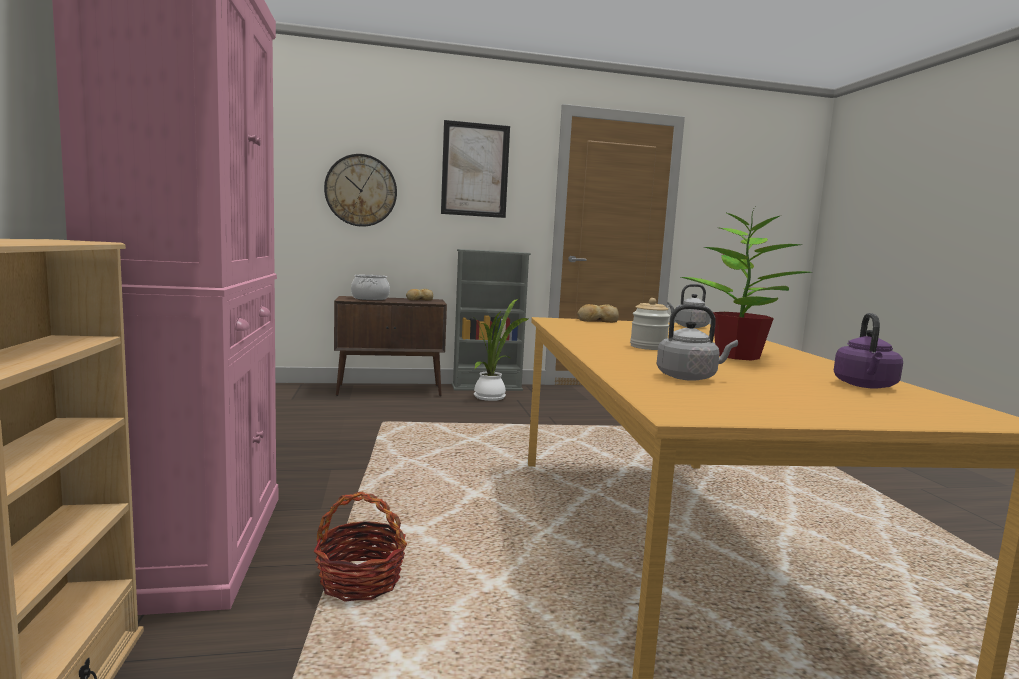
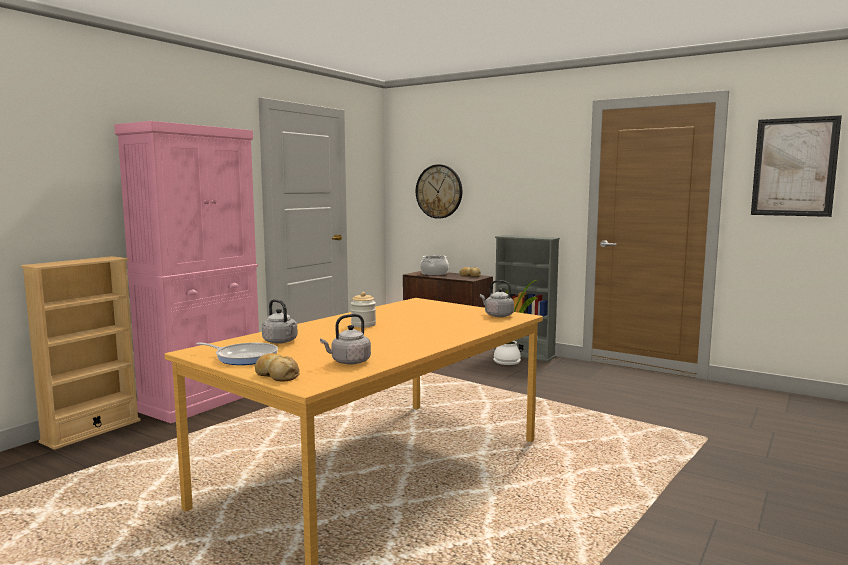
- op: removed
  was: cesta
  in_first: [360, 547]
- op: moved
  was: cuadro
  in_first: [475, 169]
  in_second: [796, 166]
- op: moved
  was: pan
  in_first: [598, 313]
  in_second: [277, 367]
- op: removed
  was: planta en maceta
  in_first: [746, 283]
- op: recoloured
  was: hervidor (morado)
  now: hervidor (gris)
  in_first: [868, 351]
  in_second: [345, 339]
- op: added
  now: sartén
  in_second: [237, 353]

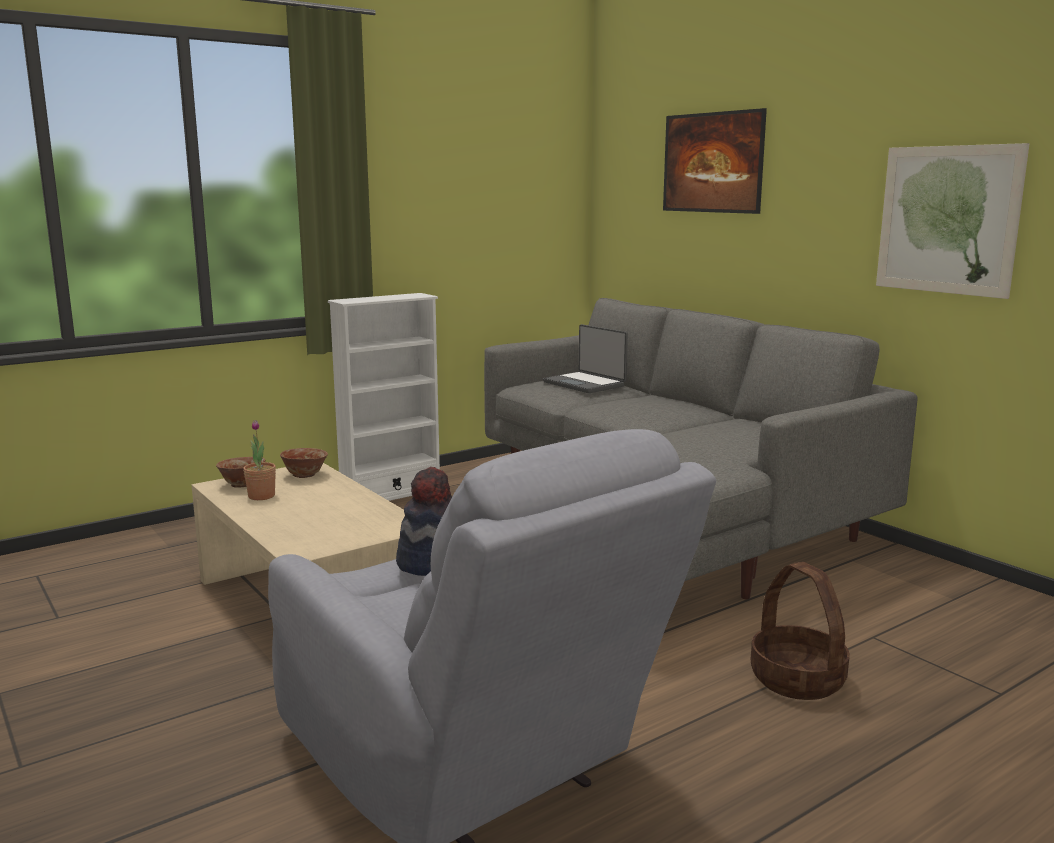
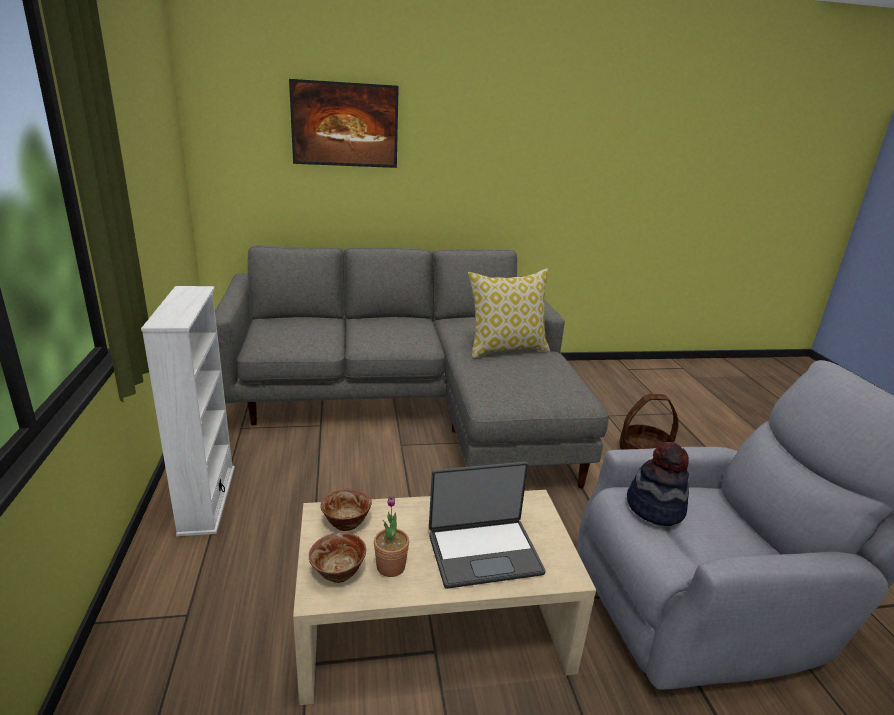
- op: moved
  was: portátil
  in_first: [585, 358]
  in_second: [487, 525]
- op: removed
  was: cuadro
  in_first: [952, 221]
- op: added
  now: cojín
  in_second: [509, 313]

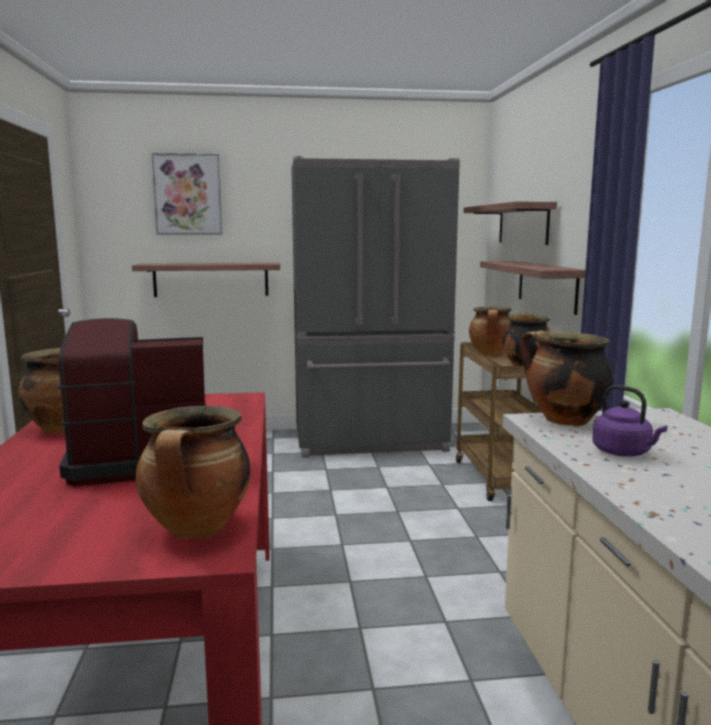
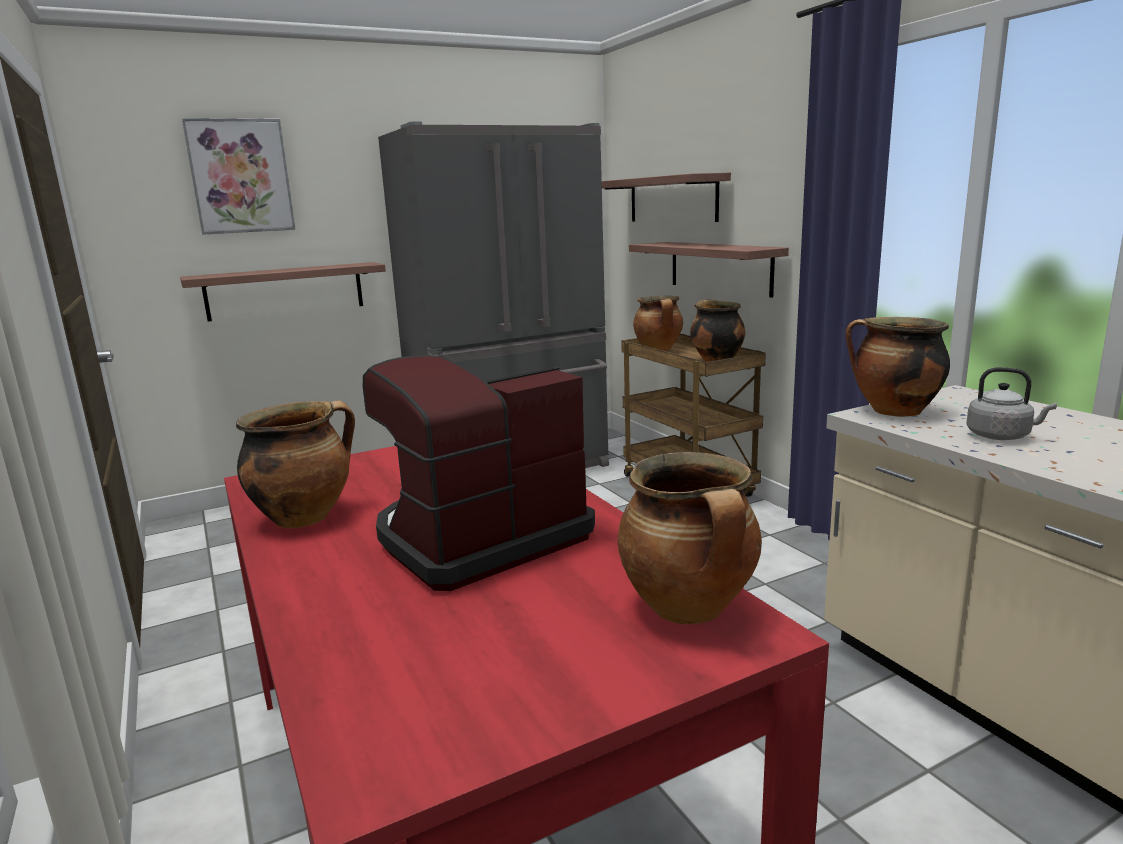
- op: recoloured
  was: hervidor (morado)
  now: hervidor (gris)
  in_first: [629, 420]
  in_second: [1011, 403]

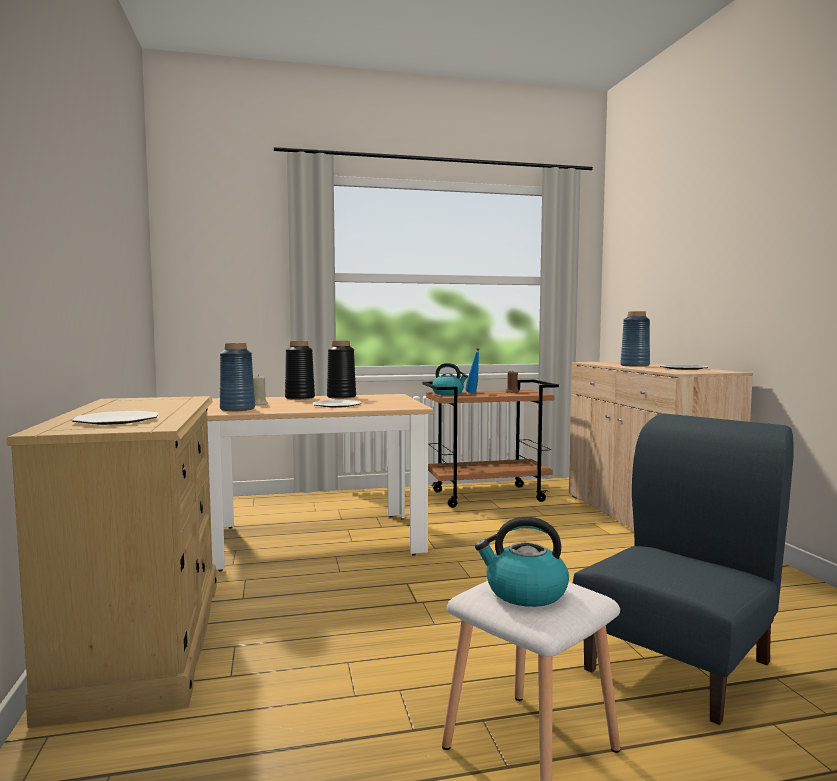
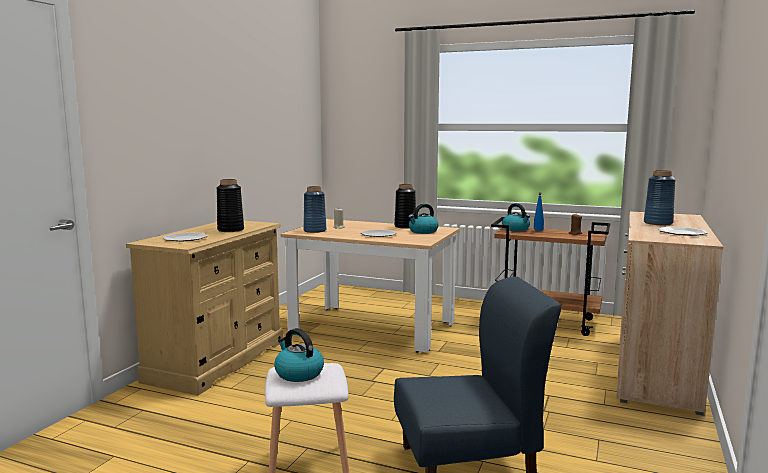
- op: moved
  was: florero (negro)
  in_first: [300, 370]
  in_second: [230, 205]
- op: added
  now: hervidor
  in_second: [423, 219]

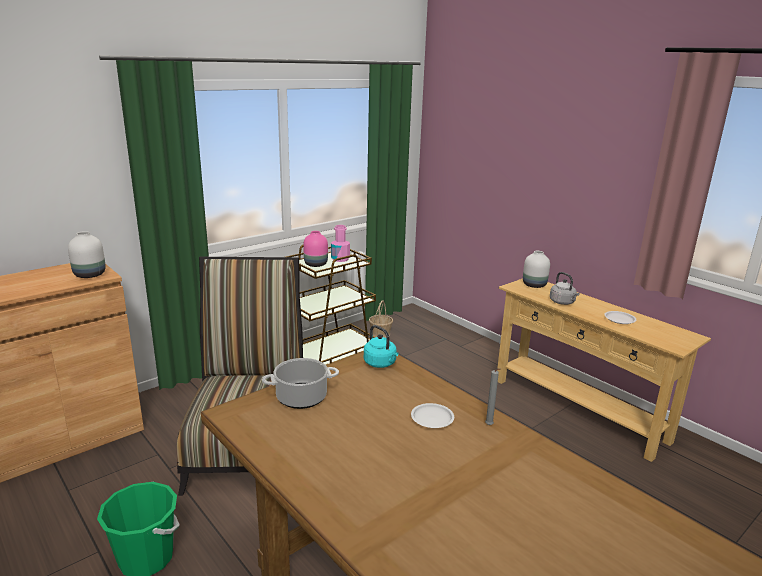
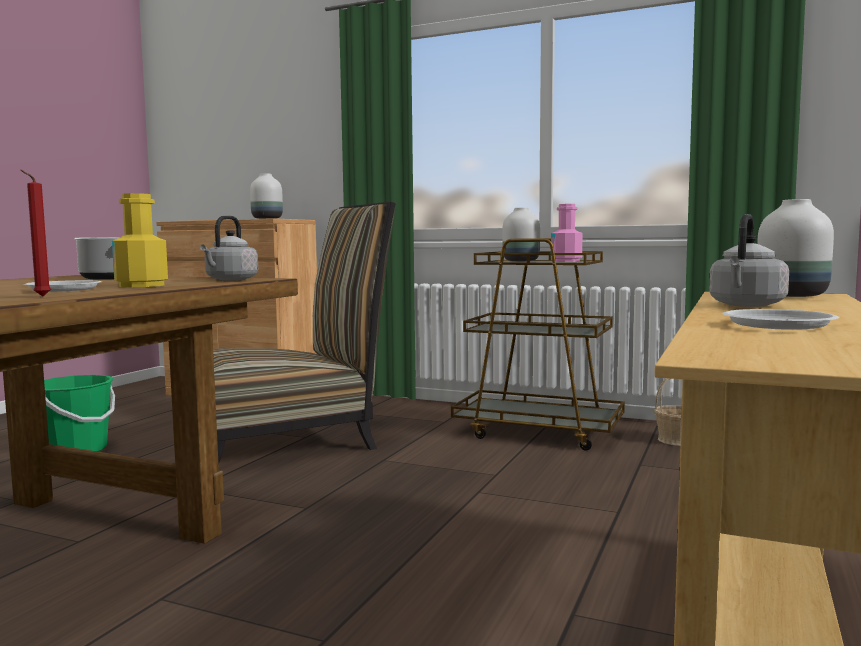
- op: recoloured
  was: florero (rosa)
  now: florero (blanco)
  in_first: [315, 249]
  in_second: [521, 234]
- op: recoloured
  was: hervidor (turquesa)
  now: hervidor (gris)
  in_first: [381, 346]
  in_second: [229, 248]
- op: recoloured
  was: vela (gris)
  now: vela (rojo)
  in_first: [493, 396]
  in_second: [35, 233]
- op: added
  now: botella (amarillo)
  in_second: [140, 240]

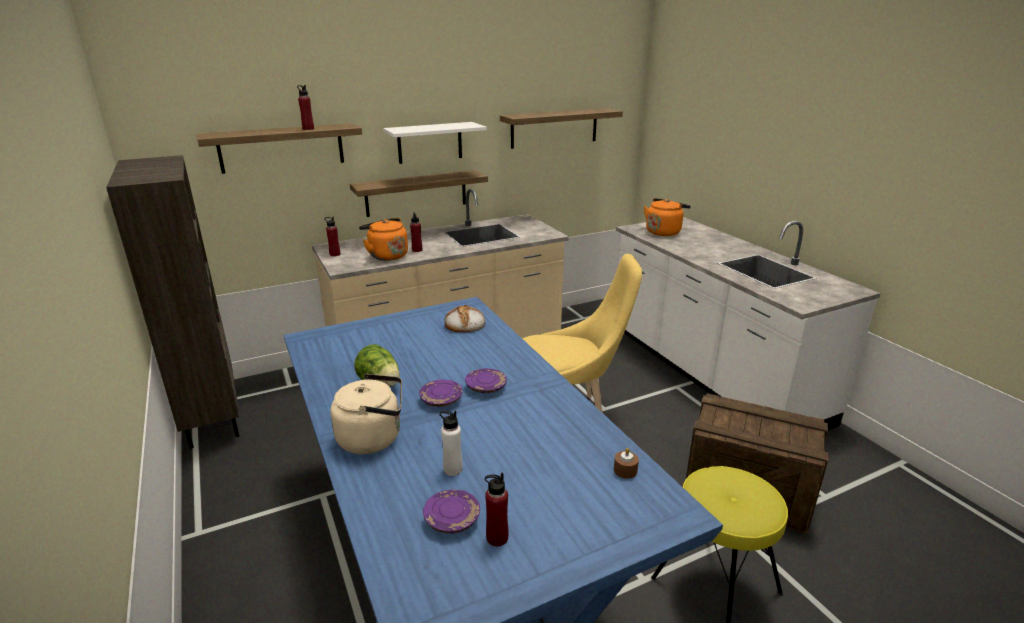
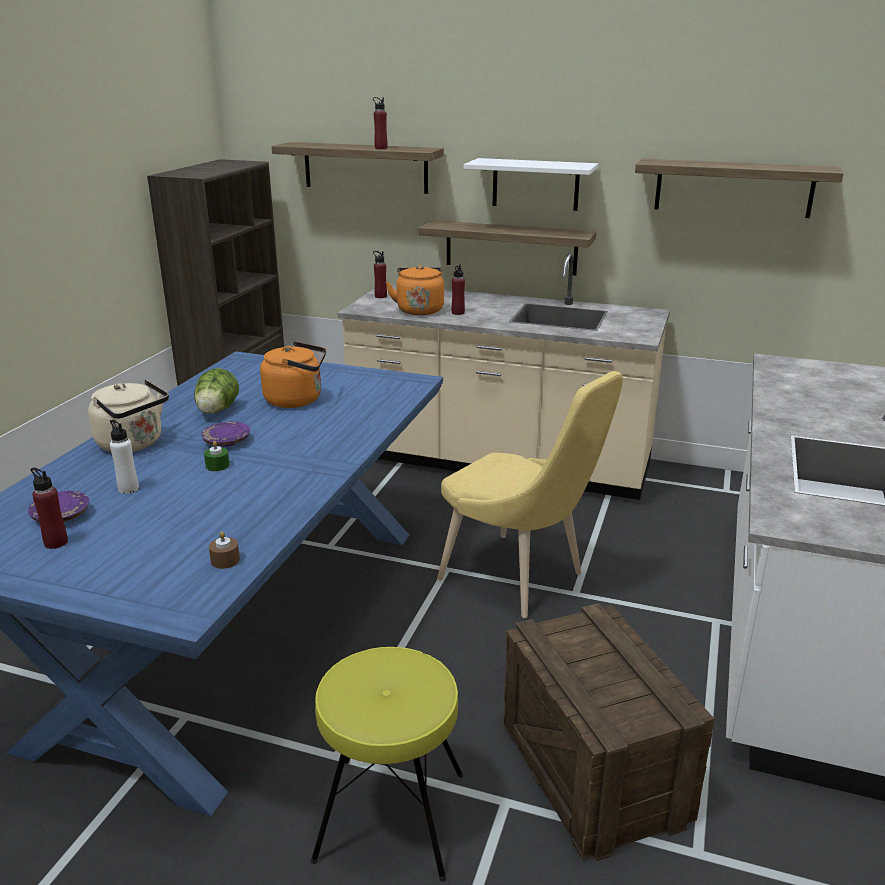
- op: removed
  was: pan
  in_first: [464, 318]
- op: removed
  was: plato (morado)
  in_first: [486, 380]
- op: moved
  was: hervidor (naranja)
  in_first: [667, 217]
  in_second: [293, 374]
- op: added
  now: vela (verde)
  in_second: [217, 456]

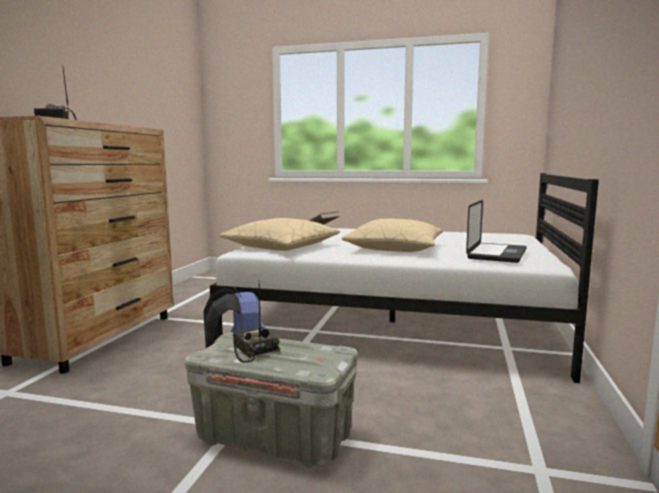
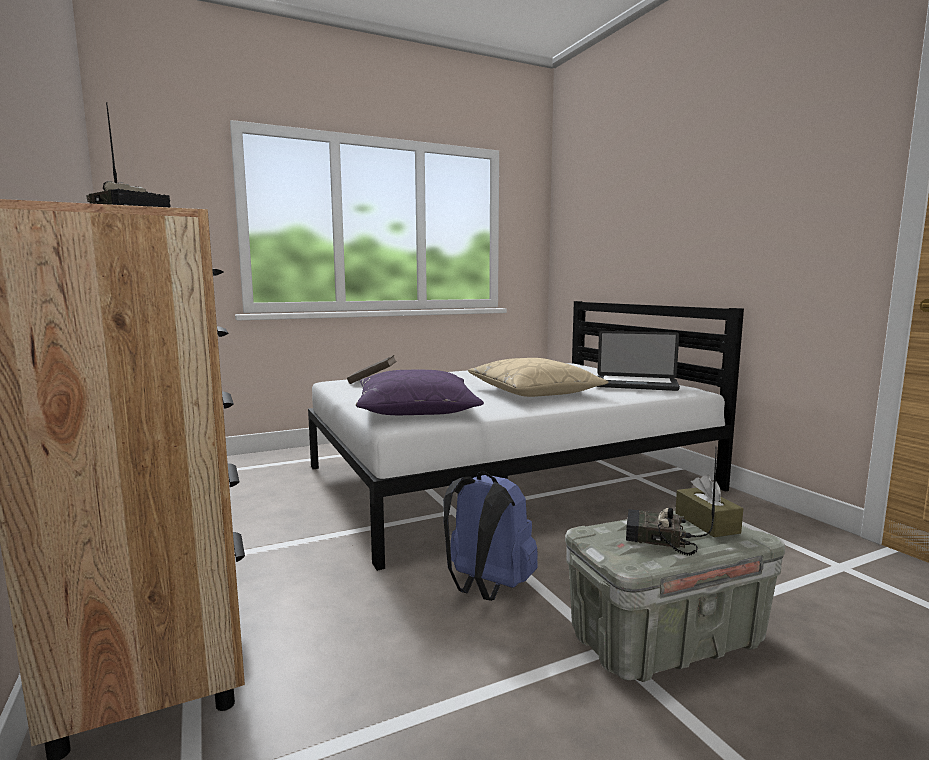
- op: recoloured
  was: cojín (beis)
  now: cojín (morado)
  in_first: [279, 234]
  in_second: [420, 392]
- op: turned
  was: portátil
  in_first: [496, 231]
  in_second: [638, 361]
  clockwise: 120
- op: added
  now: caja de pañuelos (marrón)
  in_second: [709, 505]

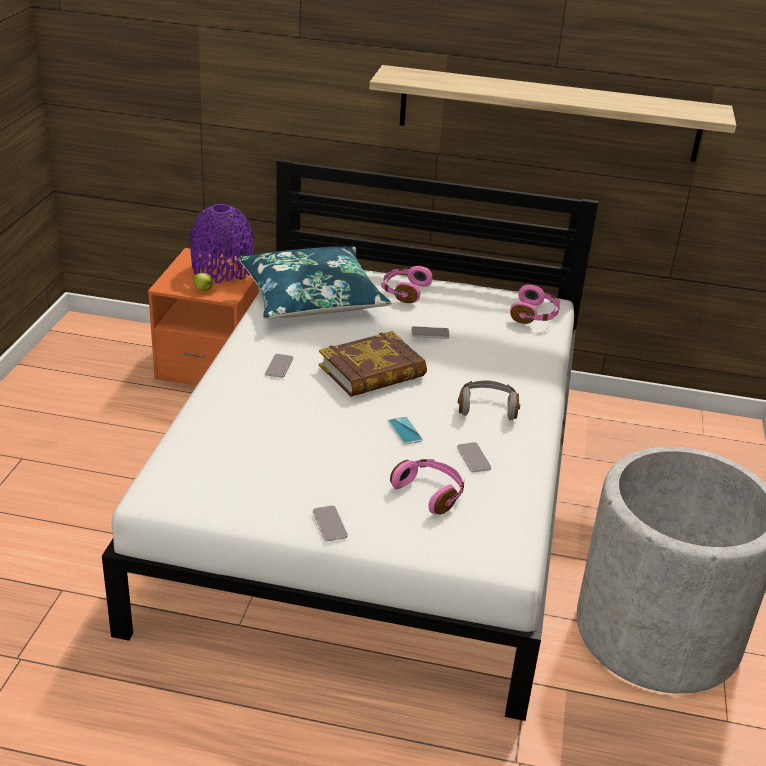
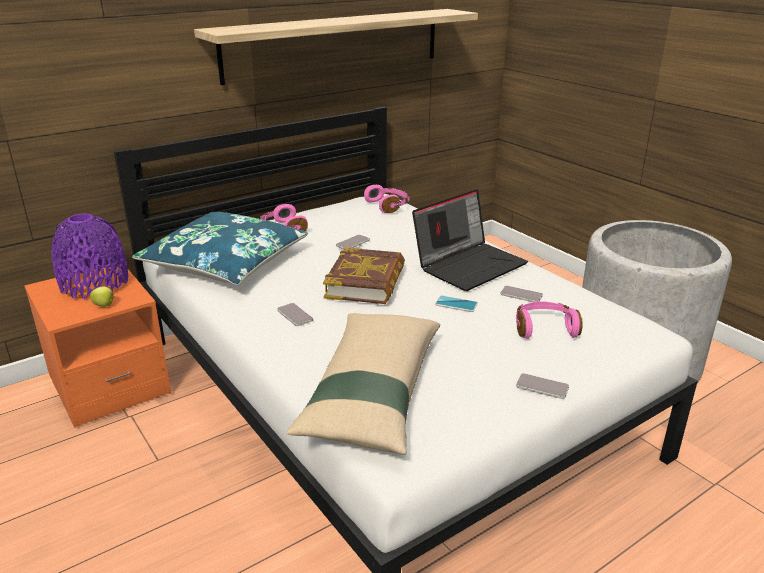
- op: replaced
  was: auriculares (gris)
  now: portátil
  in_first: [489, 400]
  in_second: [470, 240]
- op: added
  now: cojín (beis)
  in_second: [363, 384]

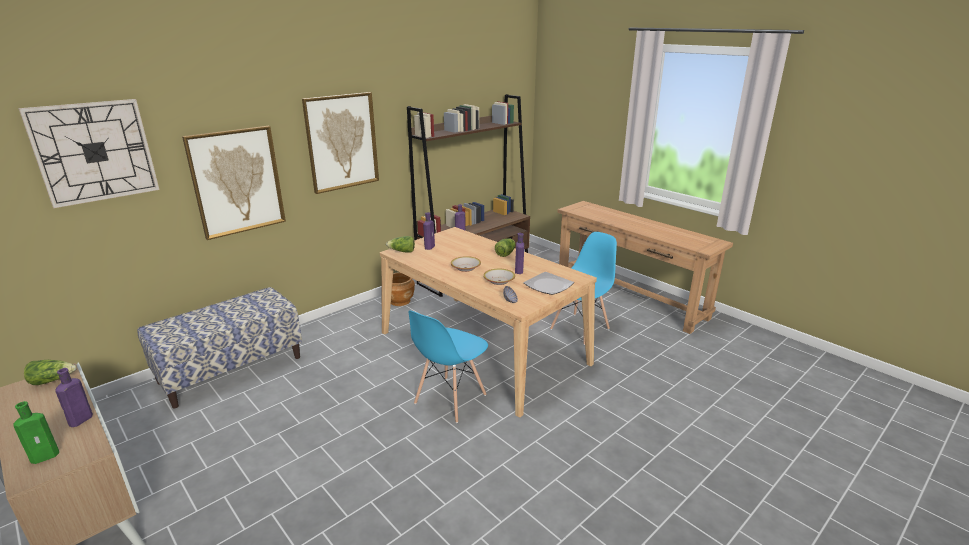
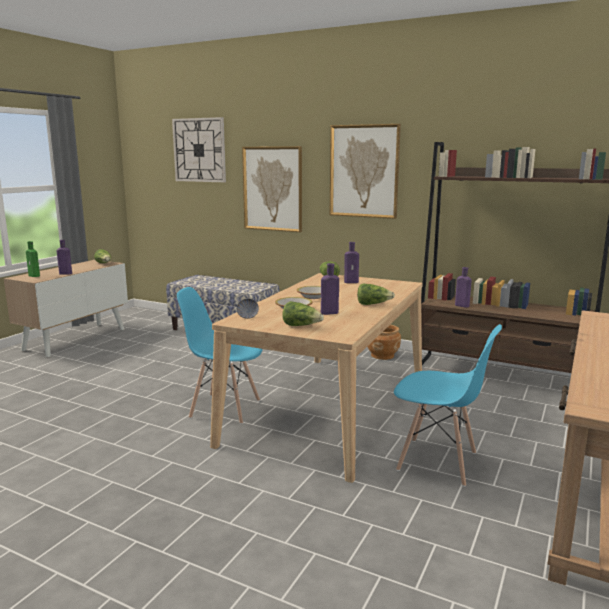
- op: replaced
  was: plato
  now: lechuga
  in_first: [548, 283]
  in_second: [303, 313]

